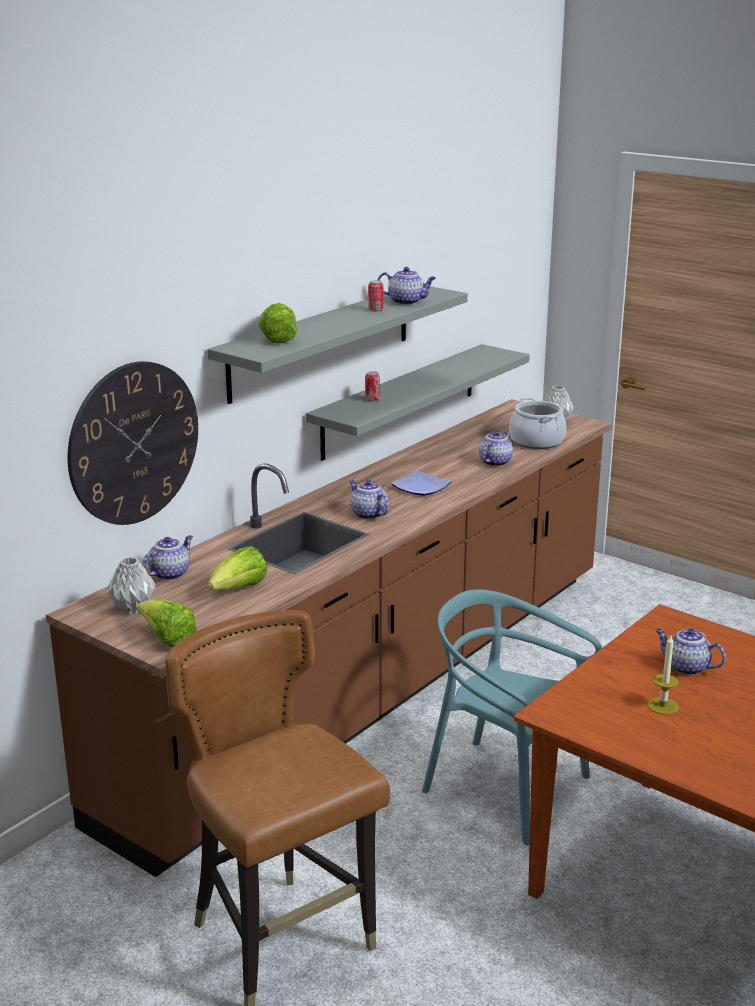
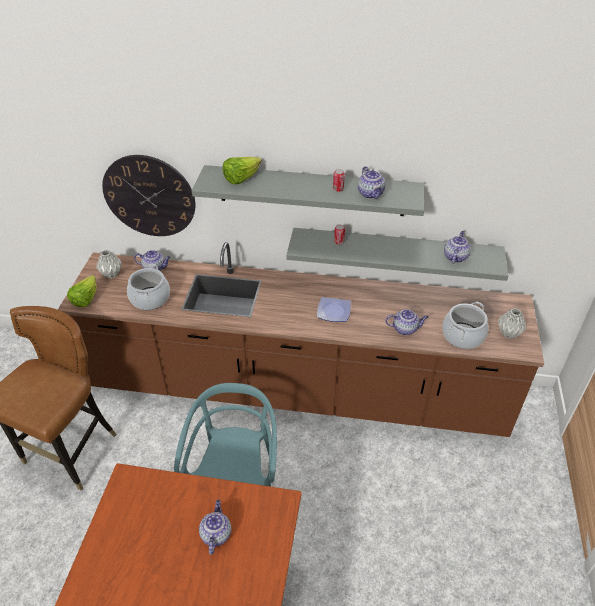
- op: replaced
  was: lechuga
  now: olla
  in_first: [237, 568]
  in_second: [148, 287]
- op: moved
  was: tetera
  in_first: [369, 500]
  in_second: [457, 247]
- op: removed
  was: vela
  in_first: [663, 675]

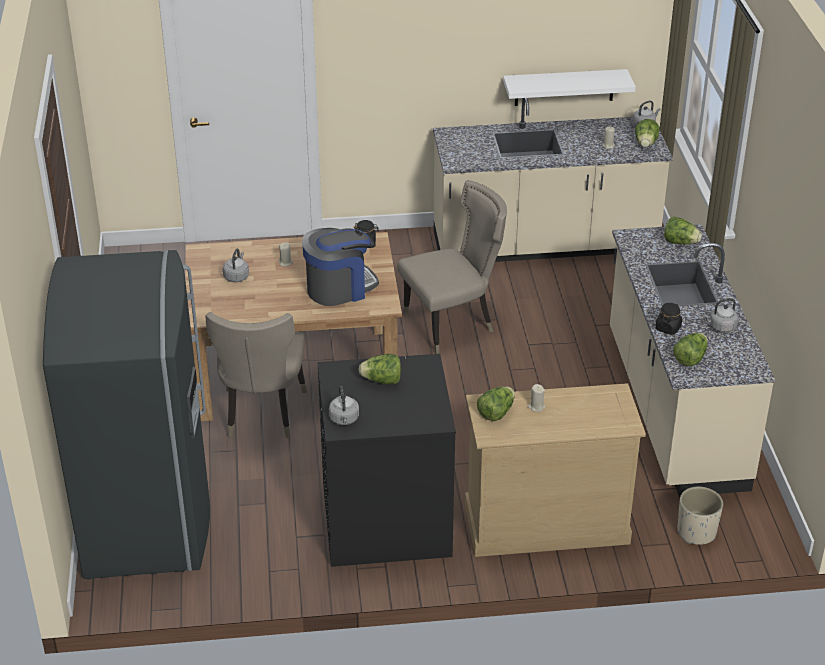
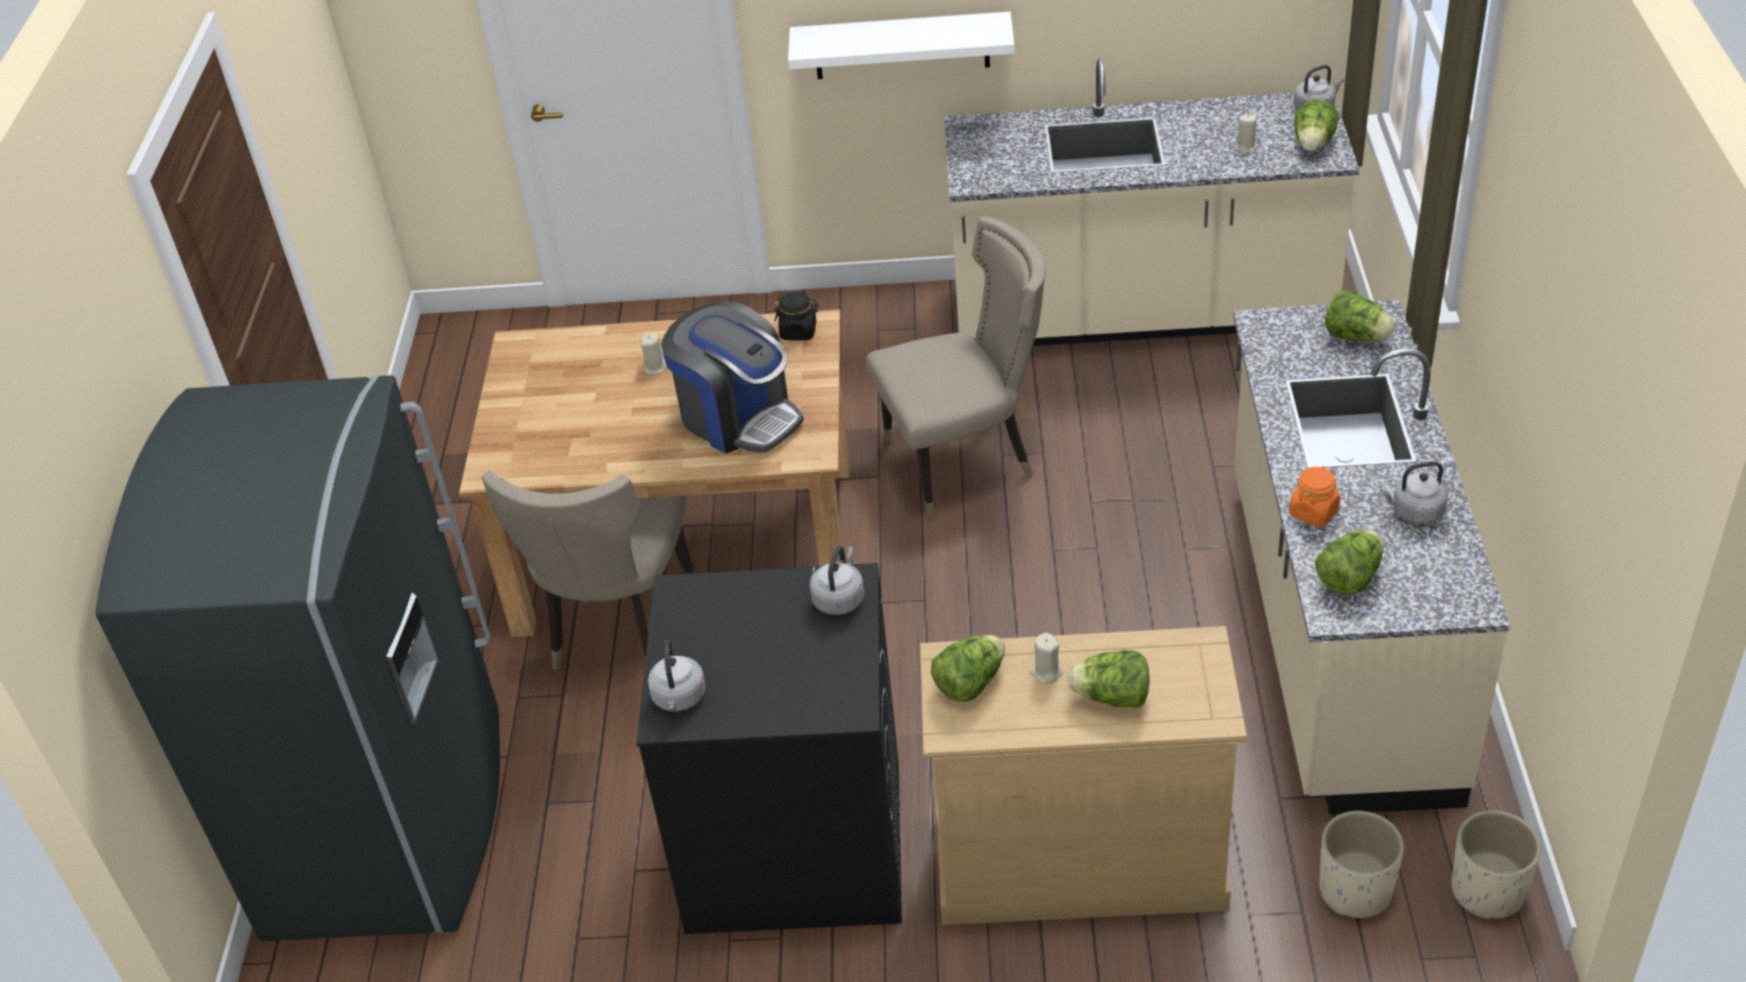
- op: moved
  was: hervidor (gris)
  in_first: [236, 265]
  in_second: [836, 580]
- op: turned
  was: cafetera
  in_first: [340, 267]
  in_second: [732, 377]
  clockwise: 60
- op: moved
  was: lechuga
  in_first: [379, 369]
  in_second: [1109, 679]
- op: moved
  was: estante (blanco)
  in_first: [569, 87]
  in_second: [901, 45]
- op: recoloured
  was: tarro (negro)
  now: tarro (naranja)
  in_first: [668, 319]
  in_second: [1314, 496]
- op: added
  now: maceta (beis)
  in_second: [1496, 864]

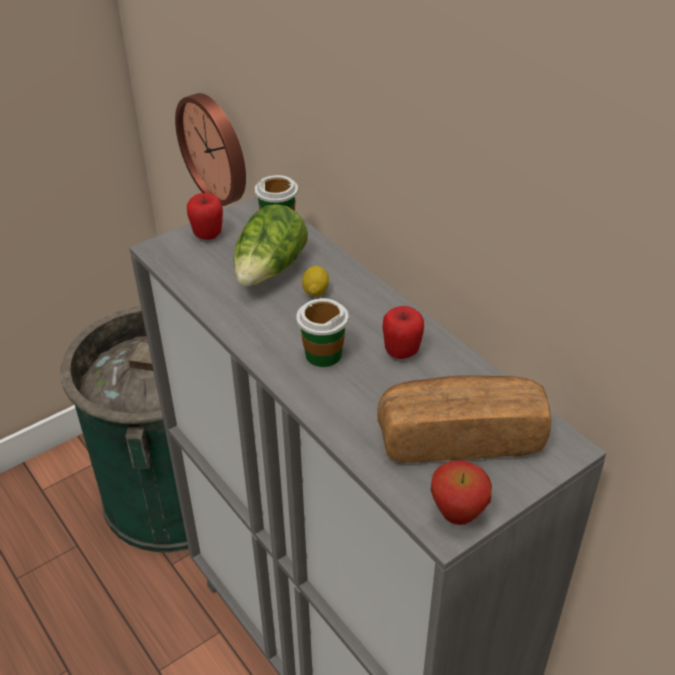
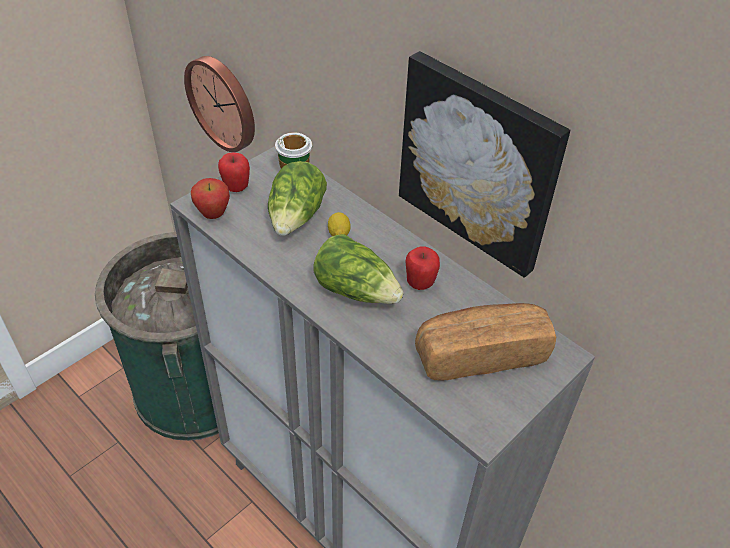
- op: replaced
  was: taza
  now: lechuga
  in_first: [322, 332]
  in_second: [358, 269]
- op: moved
  was: manzana
  in_first: [461, 493]
  in_second: [210, 198]
- op: added
  now: cuadro
  in_second: [484, 164]

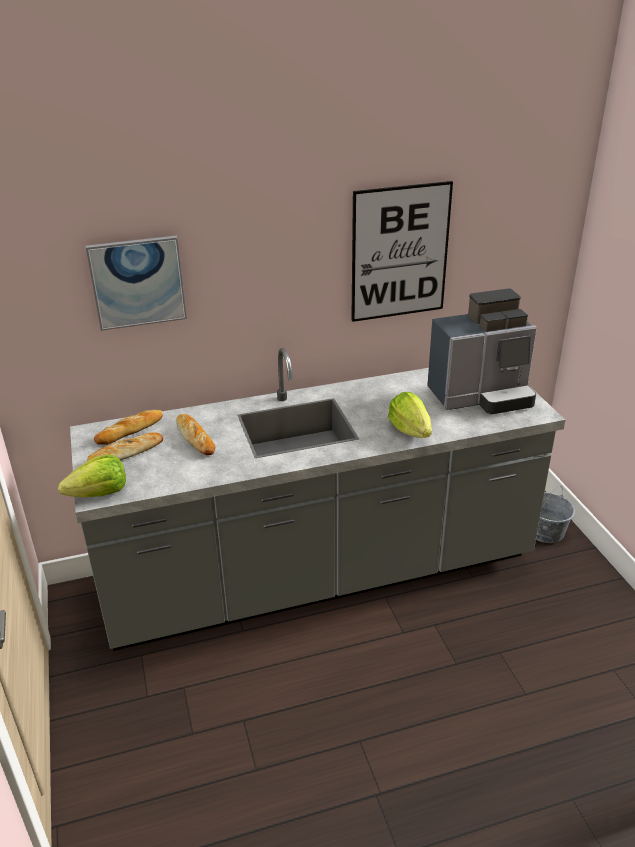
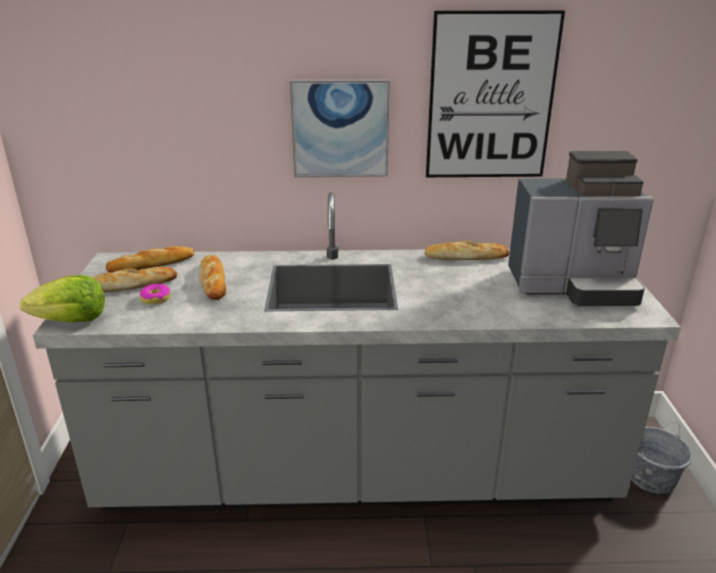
- op: moved
  was: cuadro
  in_first: [136, 283]
  in_second: [340, 128]
- op: removed
  was: lechuga
  in_first: [410, 415]
- op: added
  now: rosquilla
  in_second: [155, 294]
- op: added
  now: pan
  in_second: [466, 250]

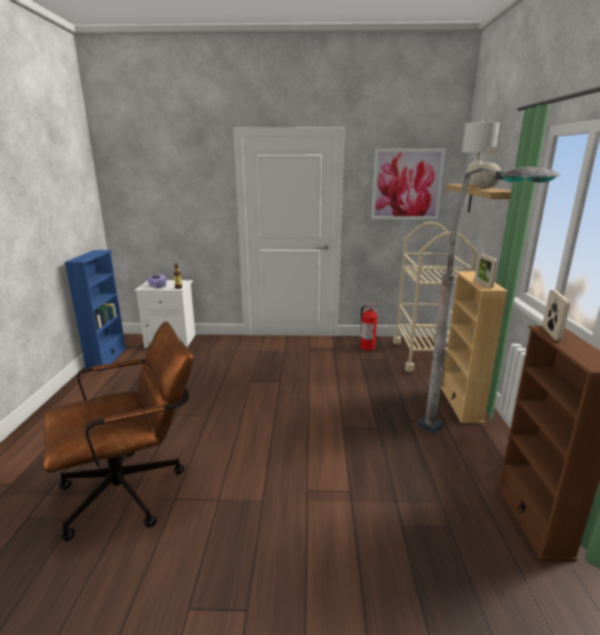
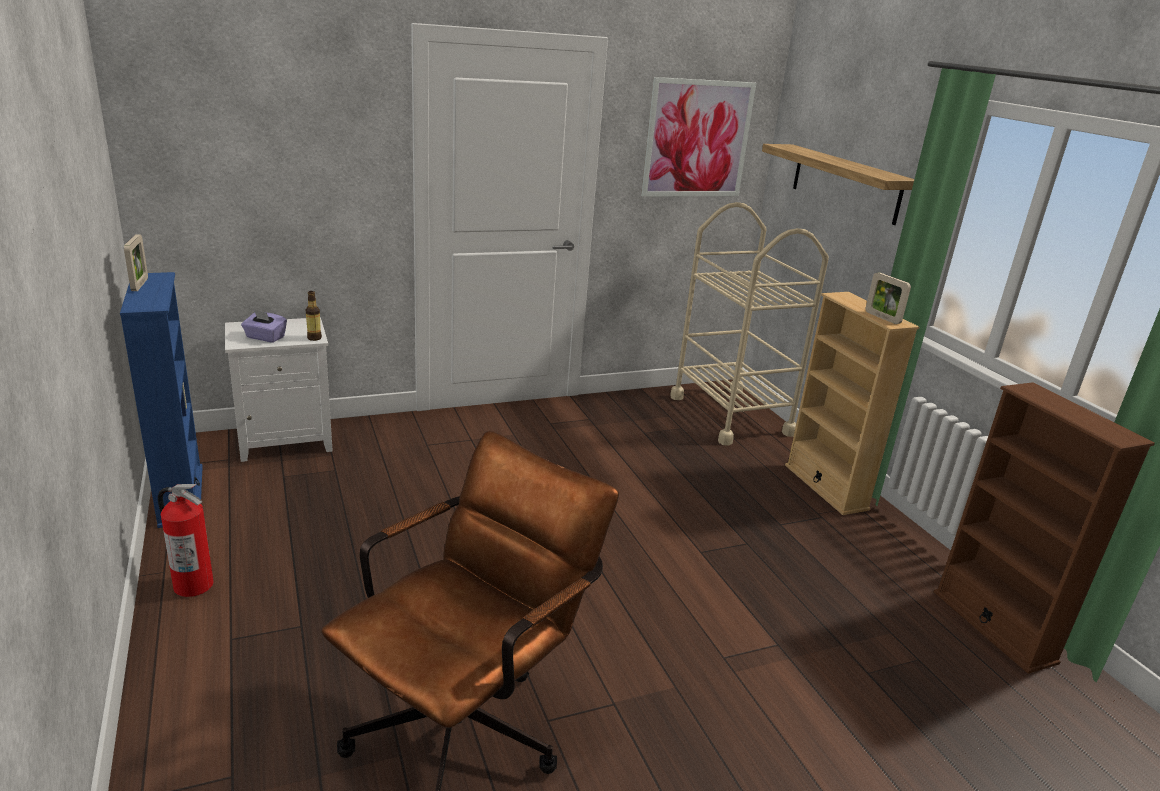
- op: moved
  was: extintor
  in_first: [369, 327]
  in_second: [186, 540]
- op: removed
  was: lámpara de pie (gris)
  in_first: [488, 300]
- op: removed
  was: lámpara de mesa (blanco)
  in_first: [481, 153]
- op: removed
  was: globo terráqueo
  in_first: [487, 168]
- op: moved
  was: portarretratos
  in_first: [556, 315]
  in_second: [136, 263]

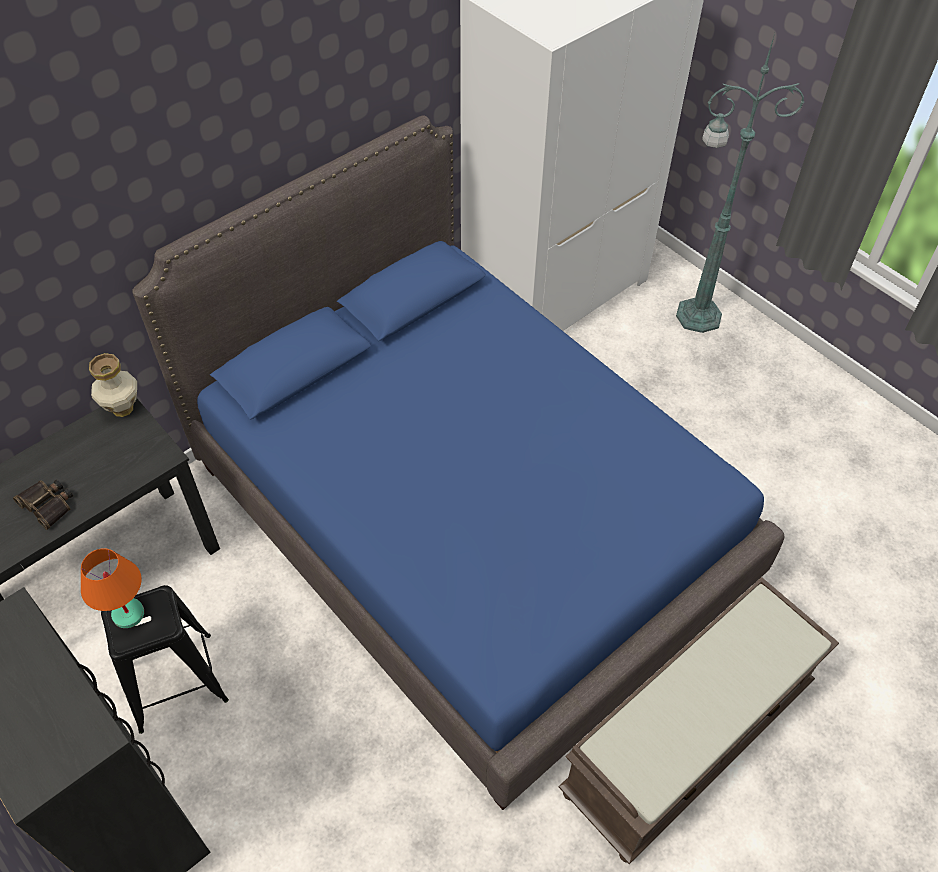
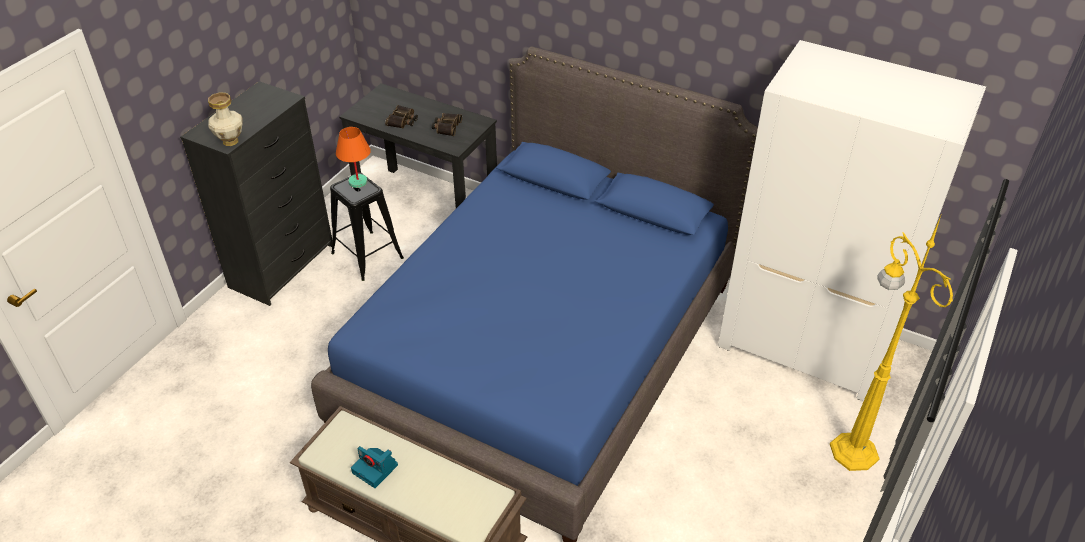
- op: moved
  was: florero
  in_first: [113, 385]
  in_second: [225, 119]
- op: recoloured
  was: lámpara de pie (verde)
  now: lámpara de pie (amarillo)
  in_first: [740, 183]
  in_second: [891, 343]
- op: added
  now: cámara
  in_second: [374, 467]
- op: added
  now: prismáticos
  in_second: [447, 124]

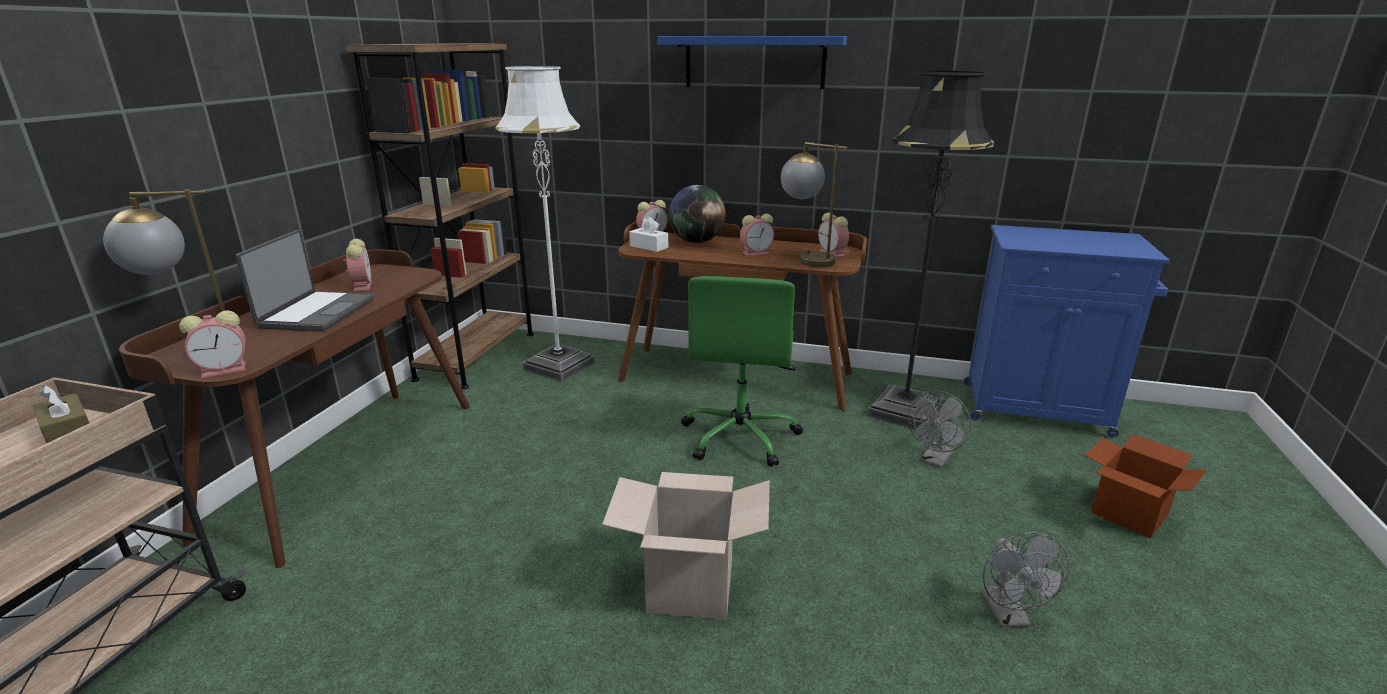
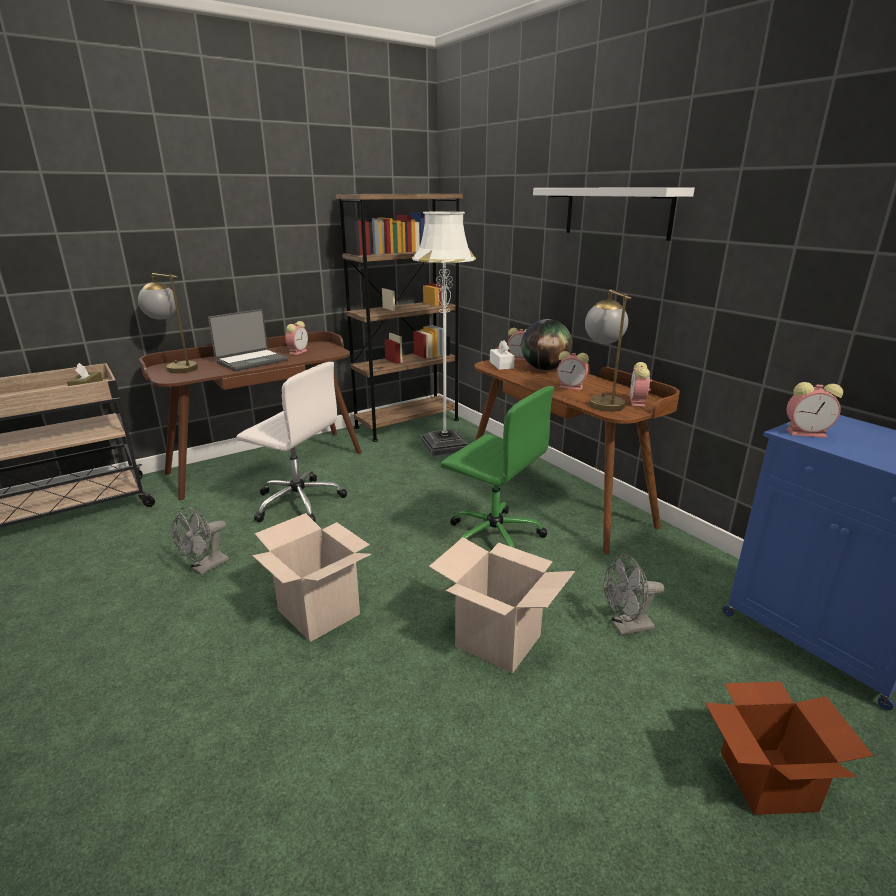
- op: moved
  was: despertador
  in_first: [212, 344]
  in_second: [814, 410]
- op: recoloured
  was: estante (azul)
  now: estante (blanco)
  in_first: [752, 62]
  in_second: [614, 214]
- op: turned
  was: silla de oficina (verde)
  in_first: [742, 371]
  in_second: [497, 467]
  clockwise: -105
- op: removed
  was: lámpara de pie (negro)
  in_first: [930, 250]
- op: moved
  was: ventilador (gris)
  in_first: [1026, 579]
  in_second: [200, 540]
- op: added
  now: silla de oficina (blanco)
  in_second: [292, 442]
- op: added
  now: caja de cartón
  in_second: [502, 605]

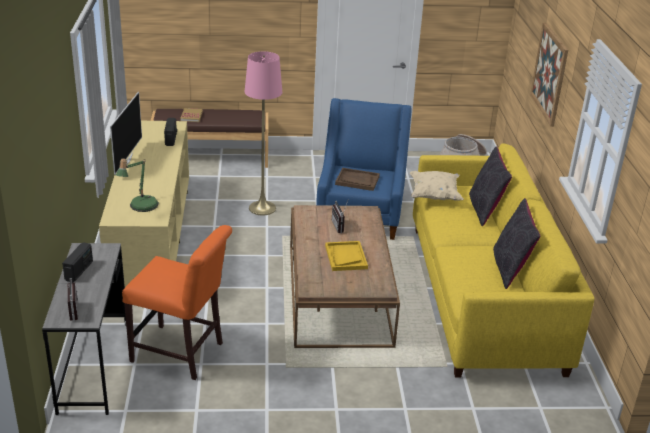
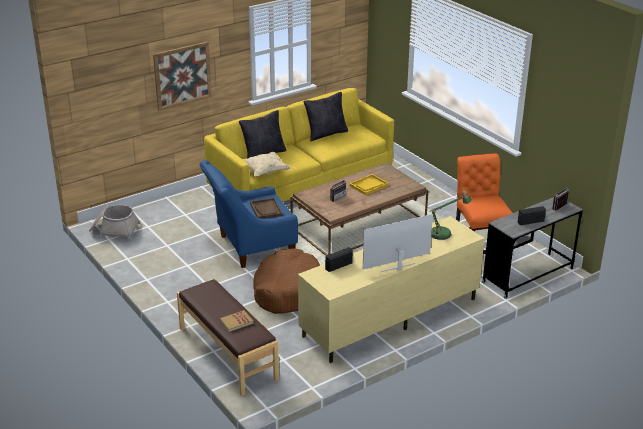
- op: replaced
  was: lámpara de pie (rosa)
  now: cama para perro (marrón)
  in_first: [263, 133]
  in_second: [286, 281]

